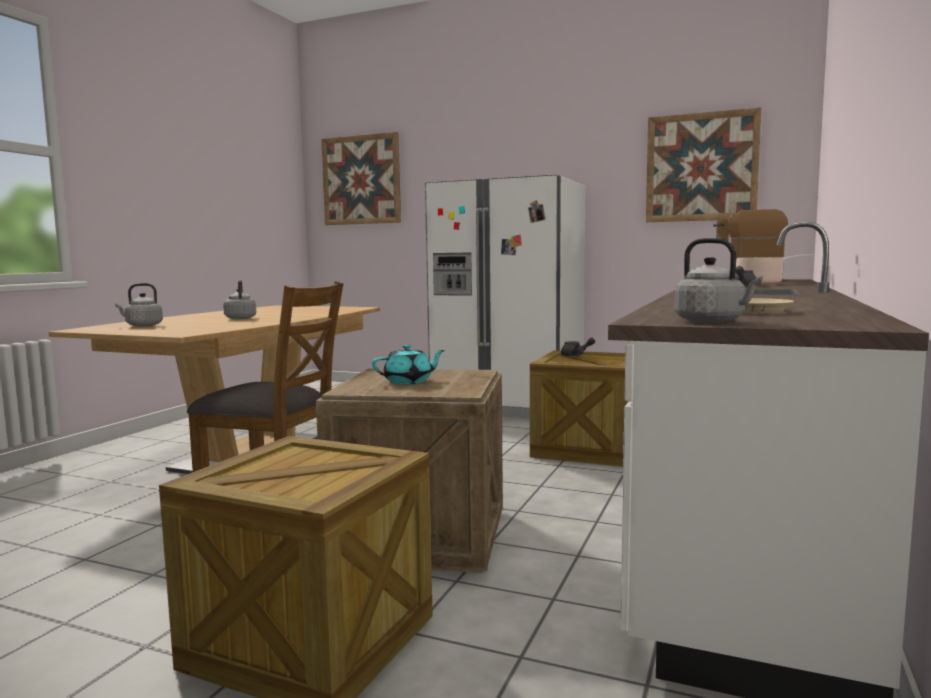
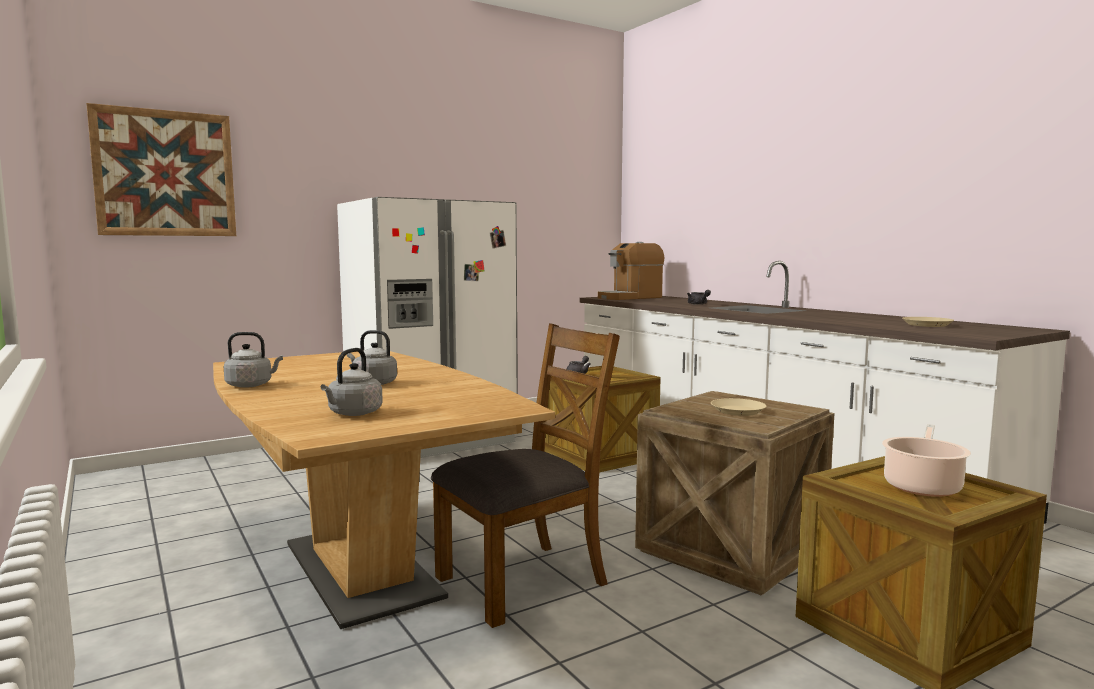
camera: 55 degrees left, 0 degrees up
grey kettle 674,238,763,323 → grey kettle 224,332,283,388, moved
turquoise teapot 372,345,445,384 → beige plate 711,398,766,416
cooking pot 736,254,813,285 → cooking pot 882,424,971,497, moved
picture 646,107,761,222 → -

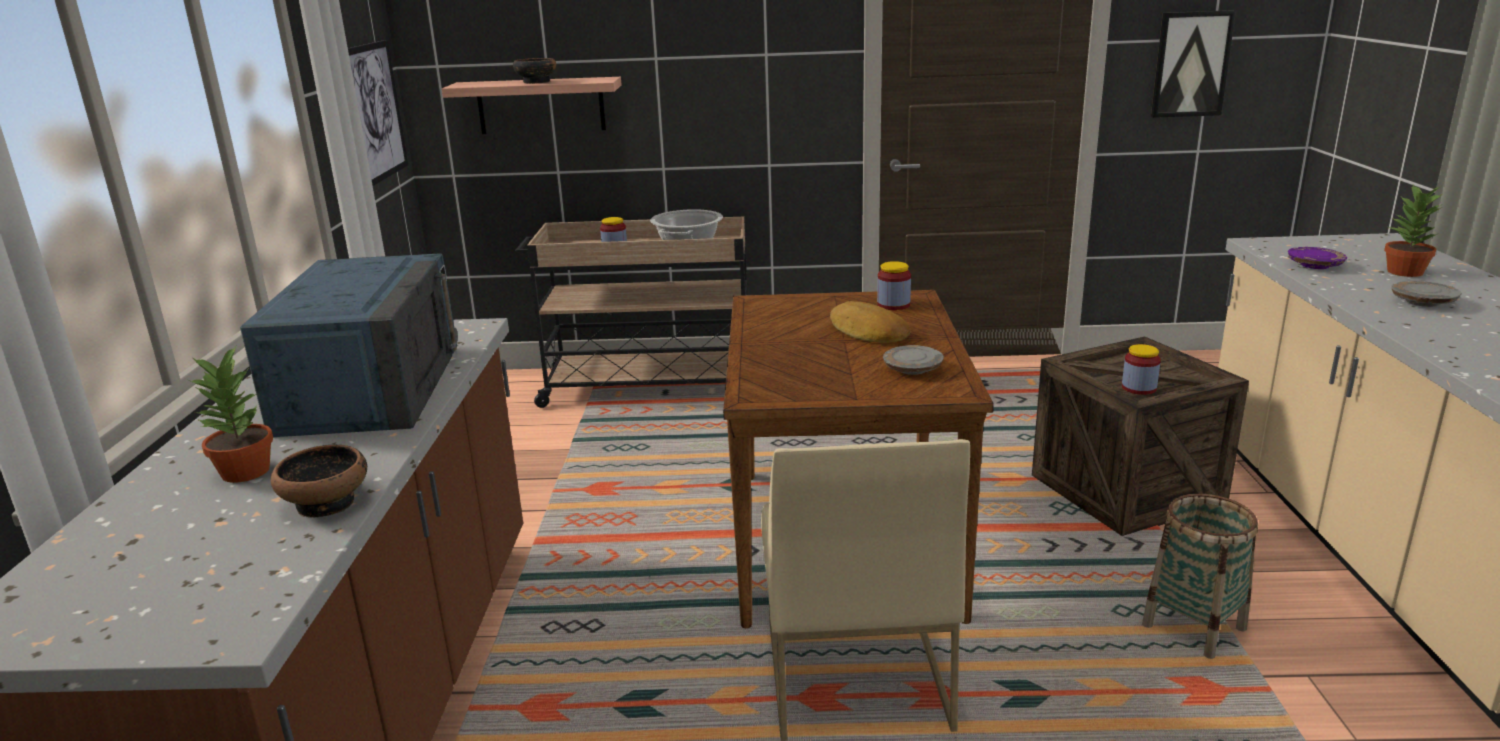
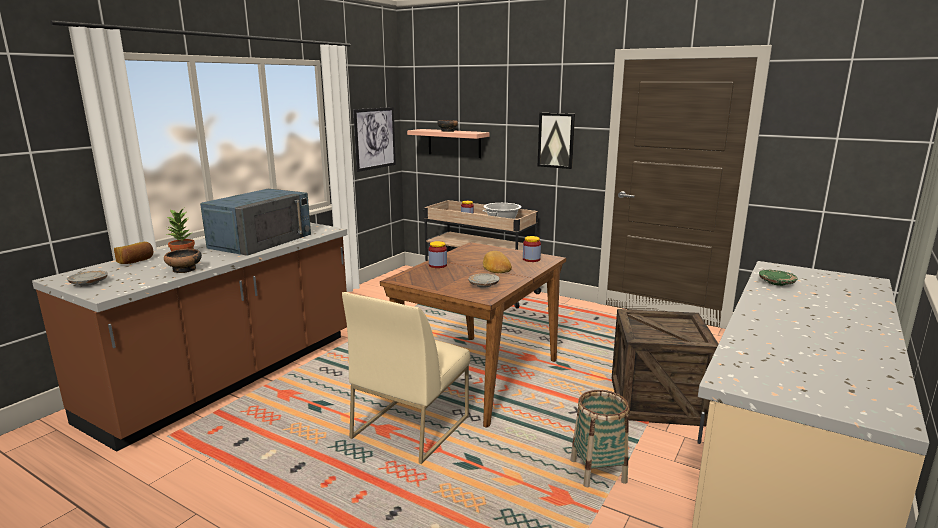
camera: 30 degrees right, 5 degrees down
grey plate 1391,281,1462,307 → grey plate 67,271,108,286, moved
- → bread 114,242,153,264
jar 1122,344,1161,395 → jar 428,241,447,268, moved
picture 1151,10,1236,118 → picture 538,113,575,169, moved
purple plate 1288,247,1347,269 → green plate 759,270,797,286
potted plant 1384,185,1442,277 → -

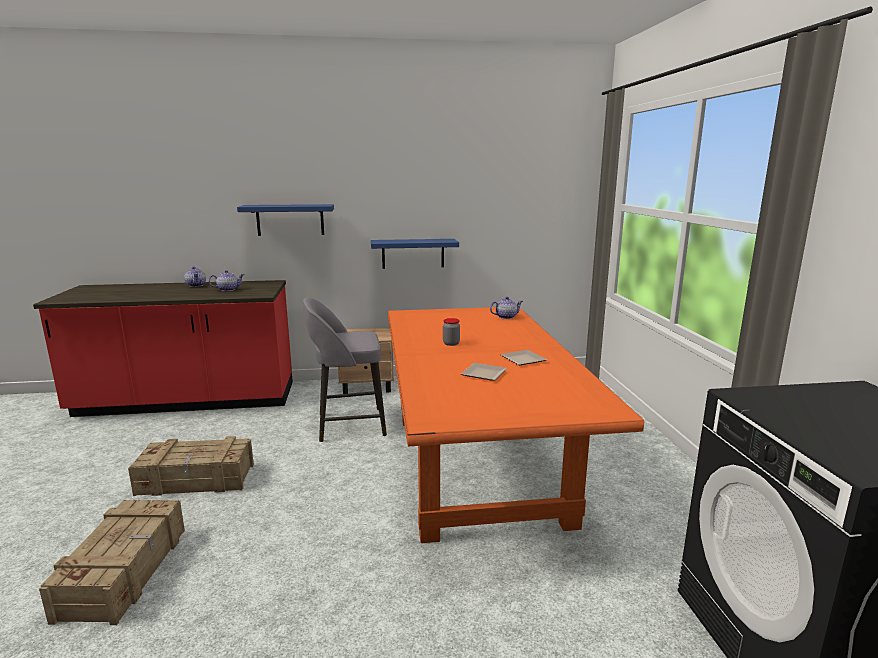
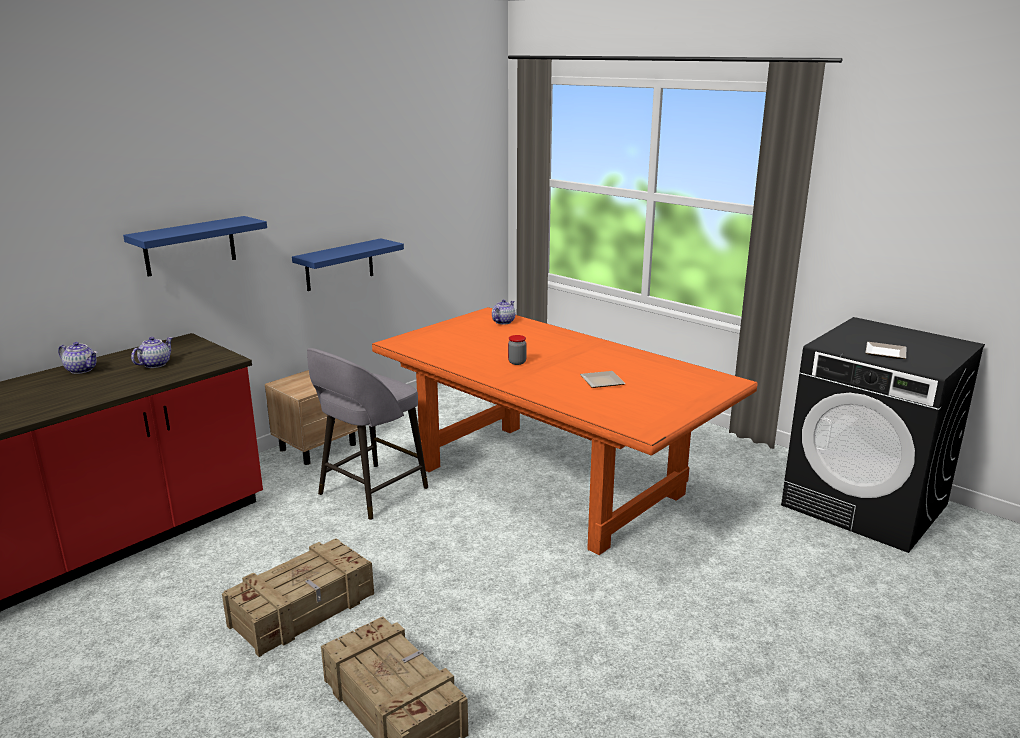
camera: 40 degrees left, 5 degrees up
plate 500,350,547,365 → plate 866,342,906,359, moved

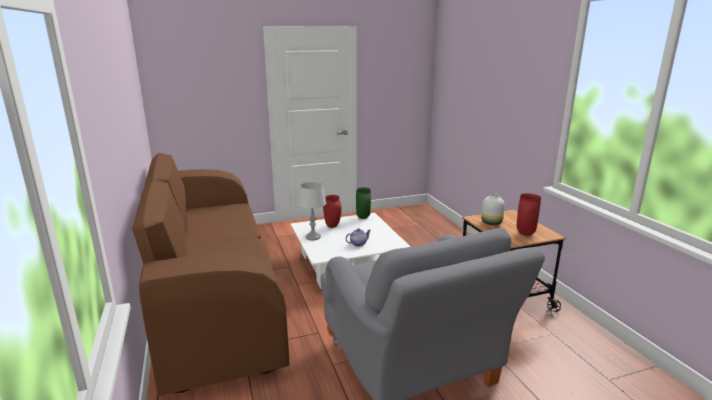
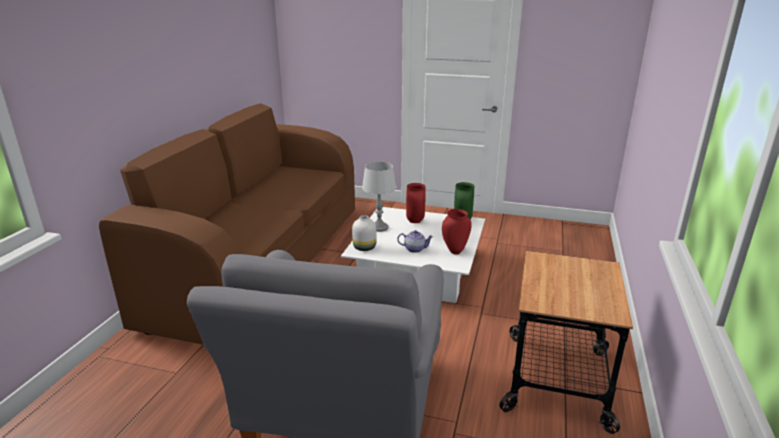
camera: 35 degrees right, 5 degrees up
white vase 481,193,505,225 → white vase 352,215,376,251, moved
red vase 516,193,541,236 → red vase 442,209,471,255, moved

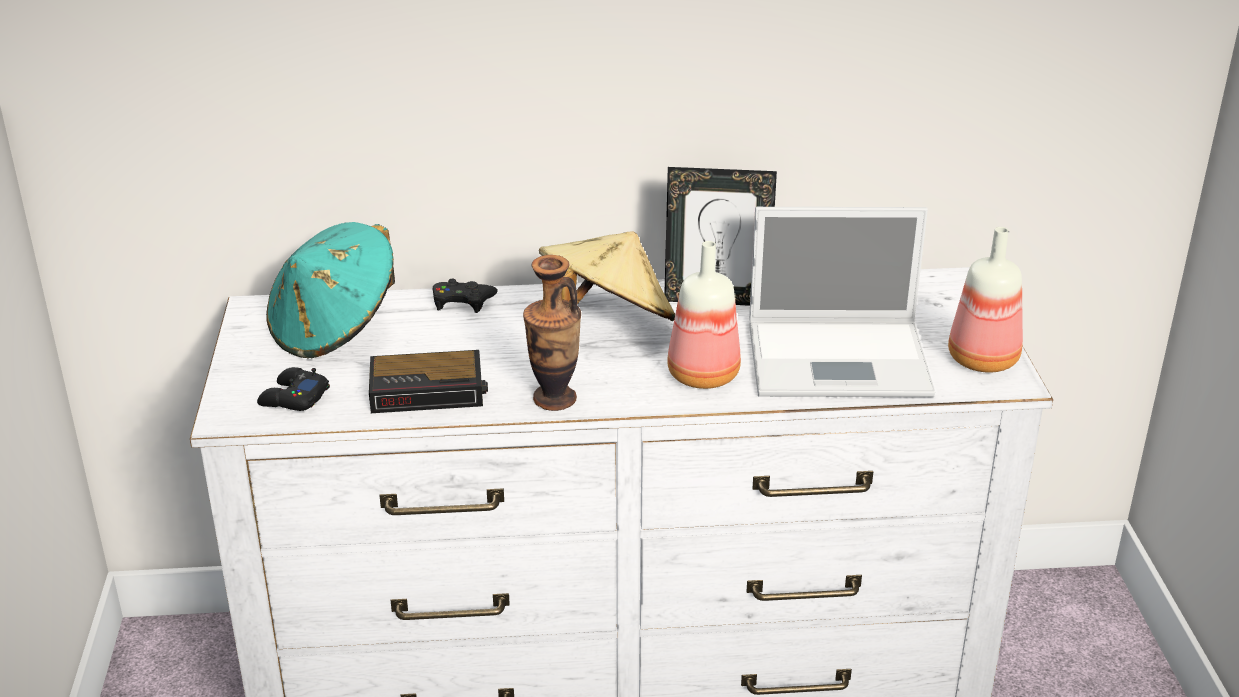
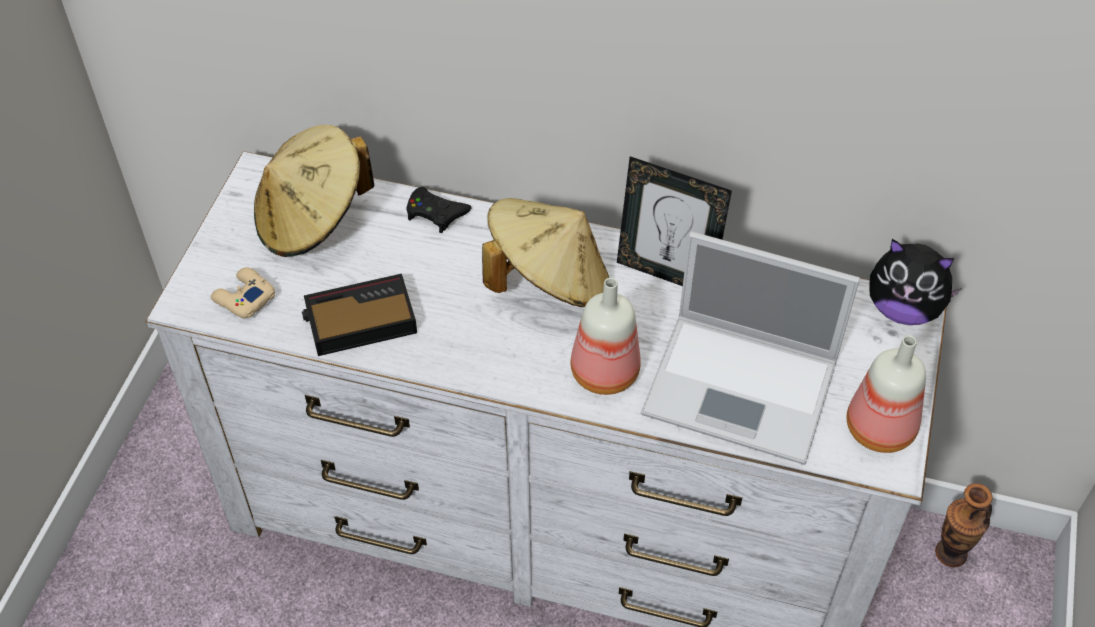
camera: 20 degrees right, 20 degrees up
black game controller 257,367,330,411 → beige game controller 211,267,275,318
turquoise hat 266,222,395,359 → beige hat 254,125,374,257
alarm clock 369,350,488,413 → alarm clock 302,274,417,356, 150 degrees clockwise
- → plush toy 869,239,962,325
vase 523,255,581,411 → vase 935,483,993,567, moved

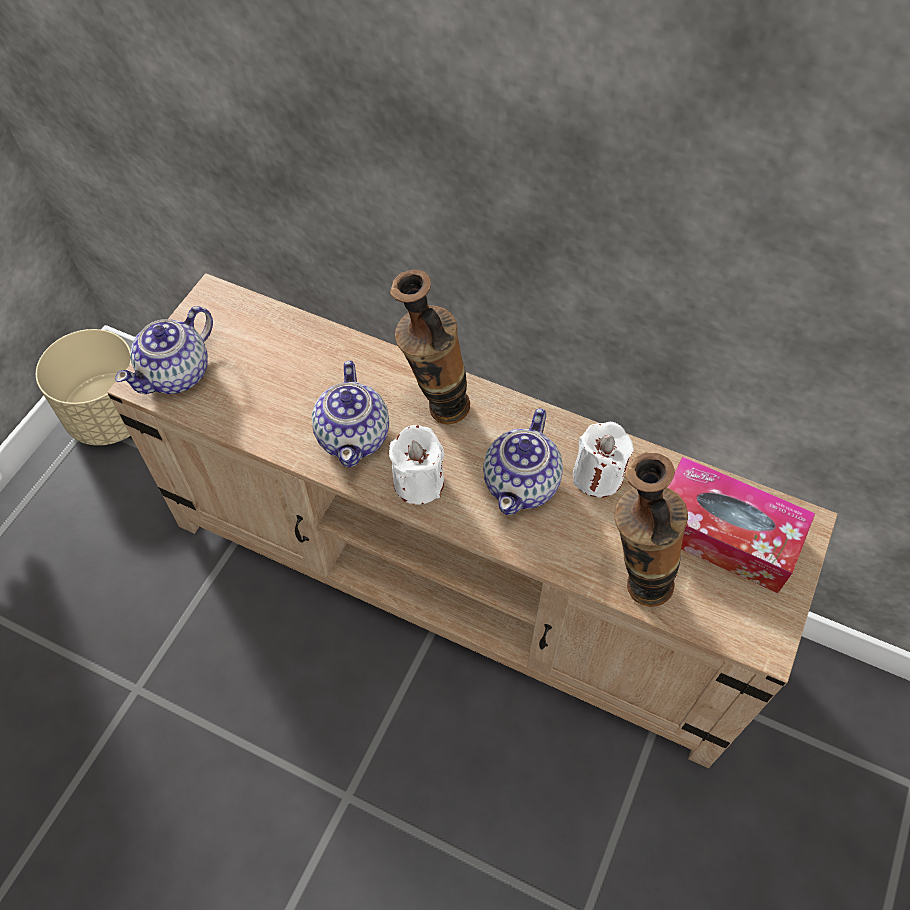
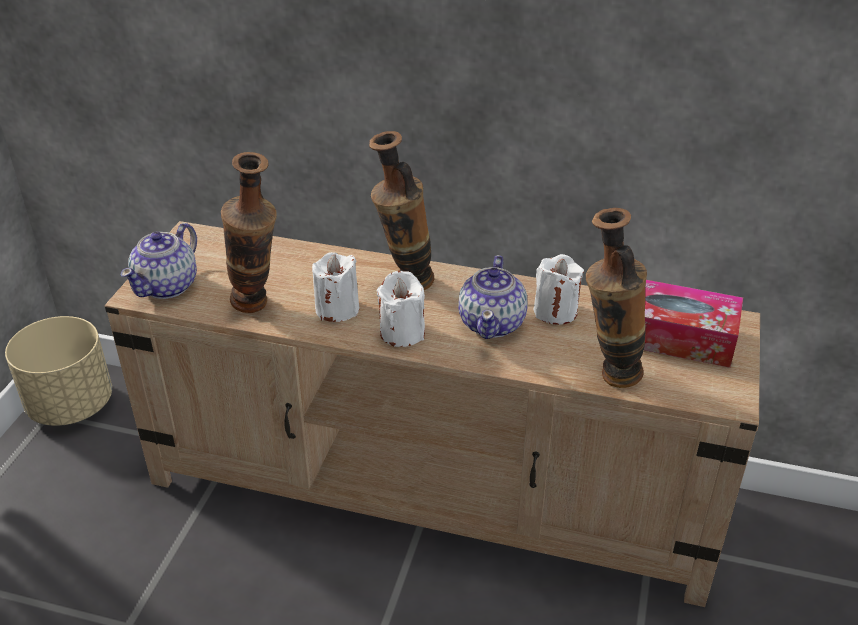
camera: 10 degrees left, 20 degrees down
- → vase 221,152,277,313
teapot 312,360,389,468 → white candle 312,252,359,322

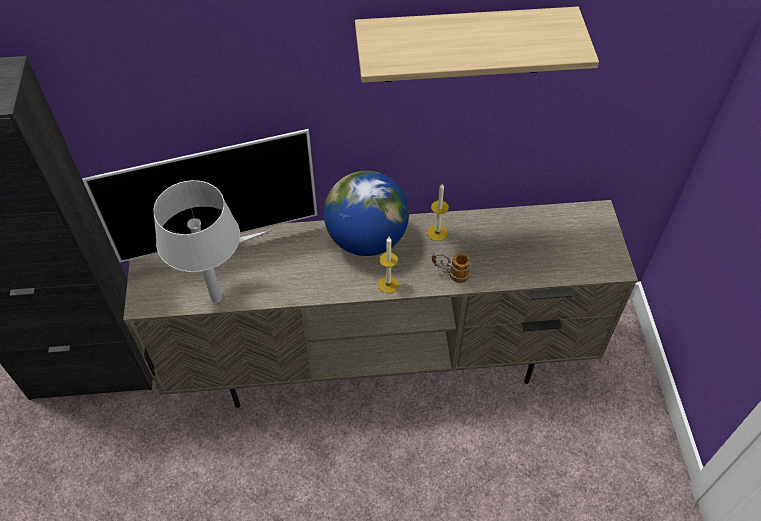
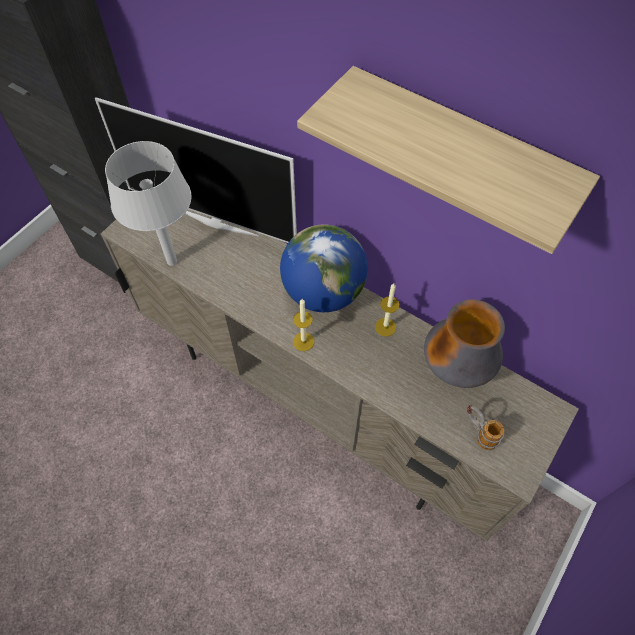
camera: 40 degrees right, 5 degrees up
- → vase 424,299,505,388
mug 432,253,471,283 → mug 467,405,504,450, moved

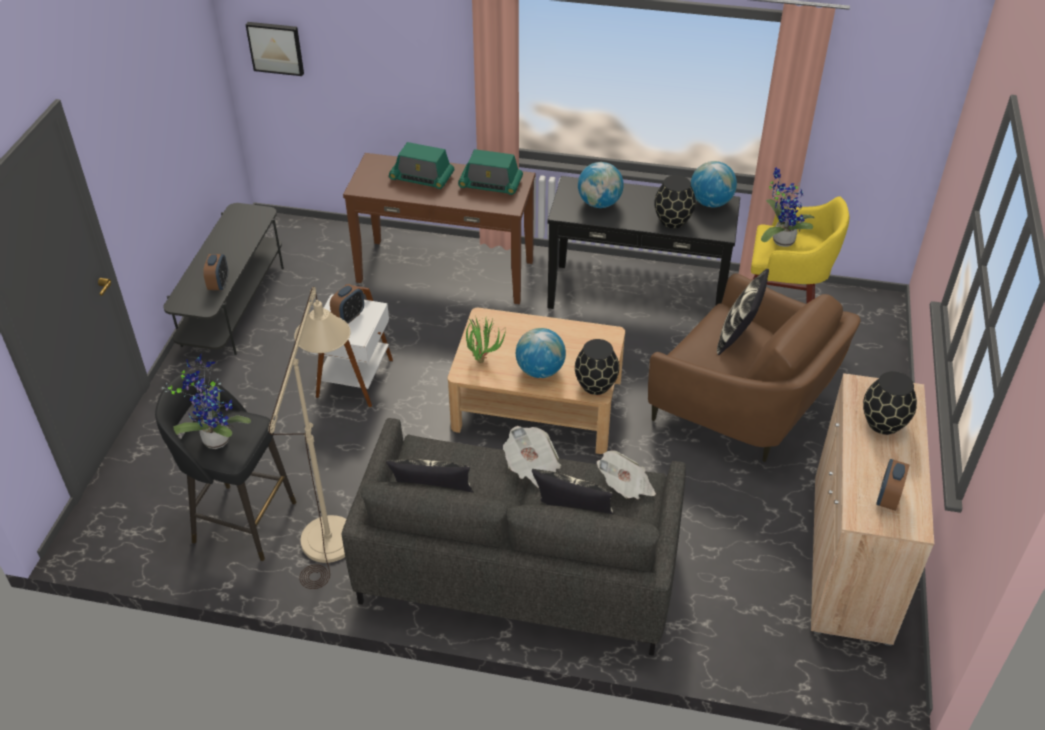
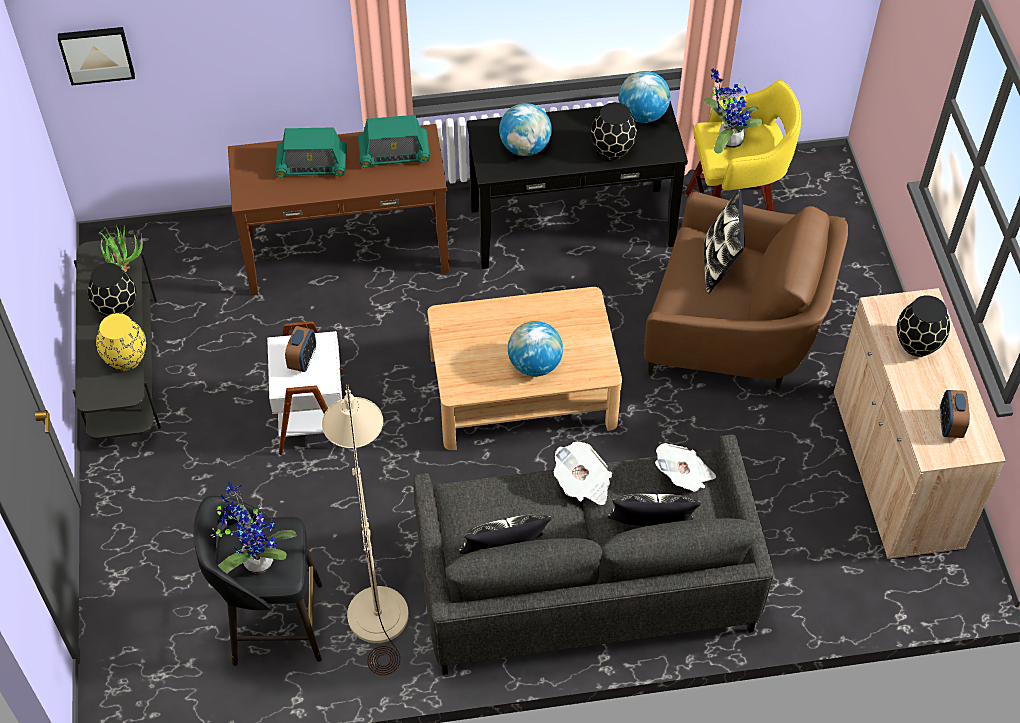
camera: 20 degrees left, 10 degrees up
black vase 575,339,619,395 → black vase 88,263,136,317, moved
alarm clock 203,254,228,290 → yellow vase 96,313,146,371
potted plant 466,315,506,363 → potted plant 98,224,143,272, moved

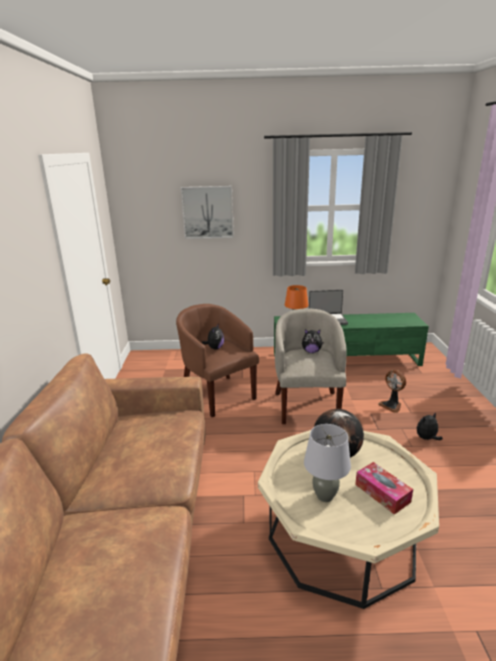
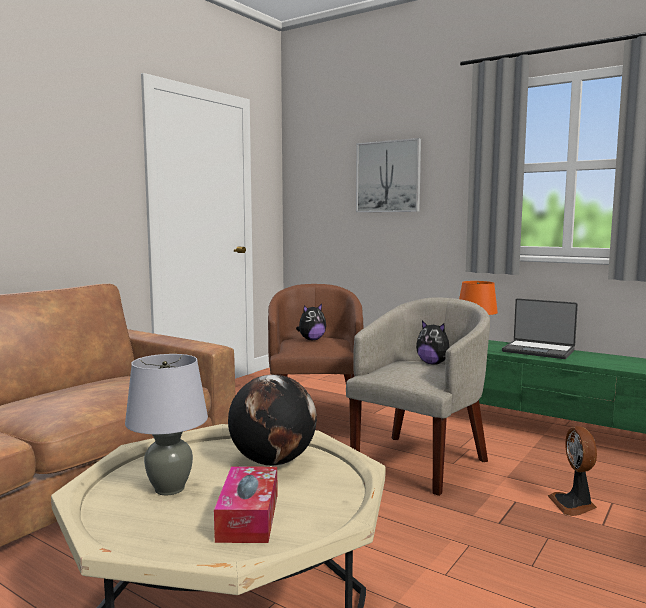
camera: 35 degrees right, 15 degrees down
plush toy 417,412,443,440 → -

